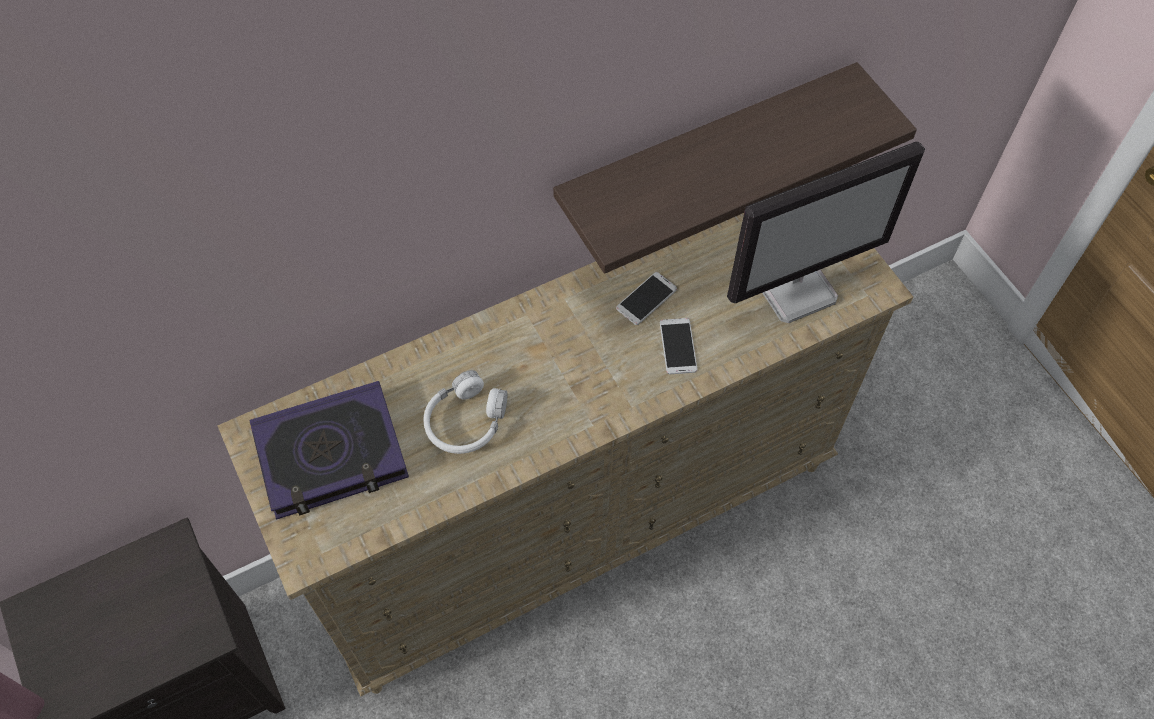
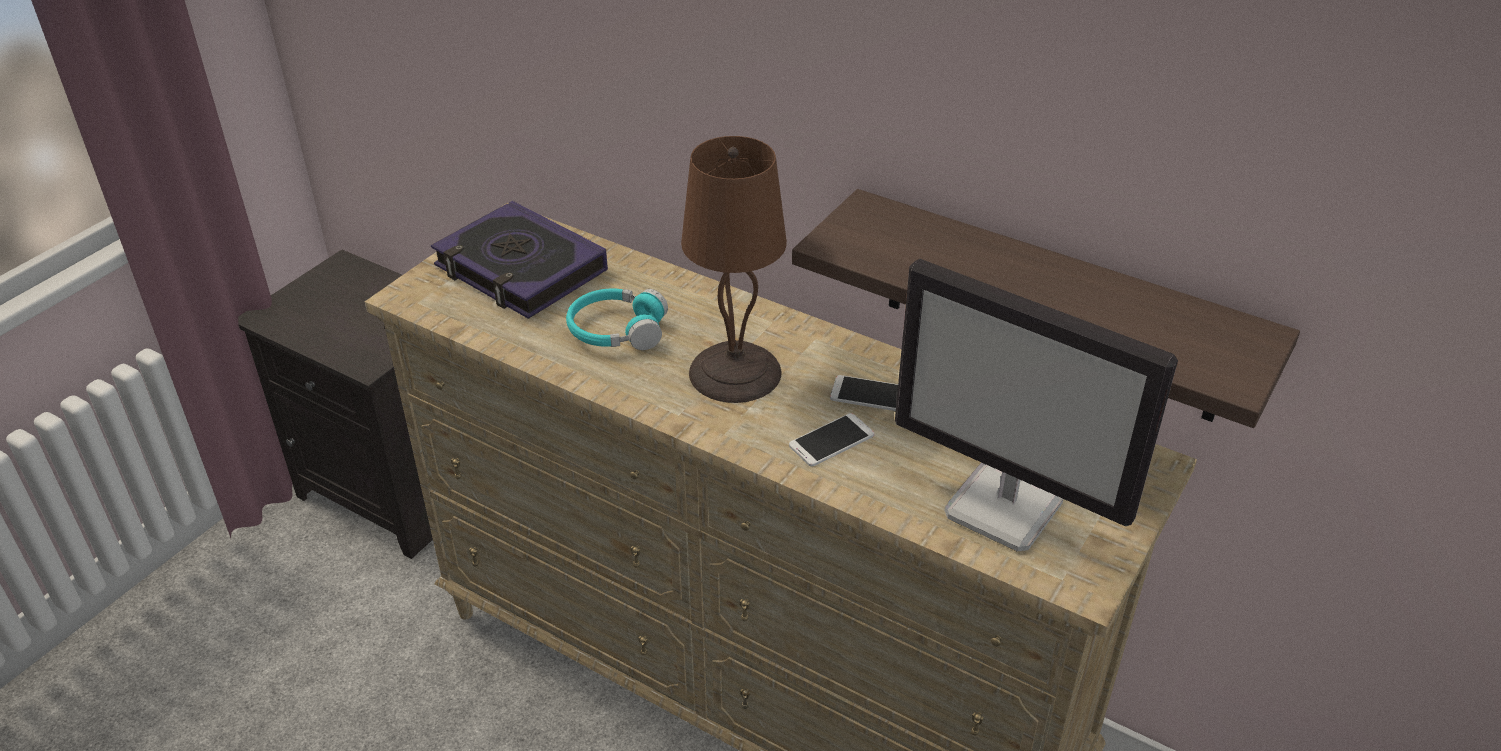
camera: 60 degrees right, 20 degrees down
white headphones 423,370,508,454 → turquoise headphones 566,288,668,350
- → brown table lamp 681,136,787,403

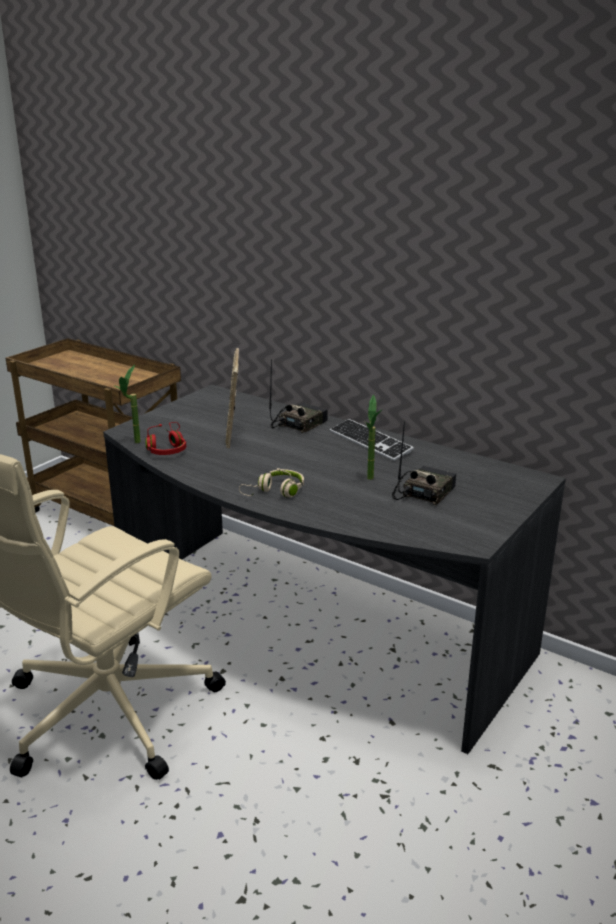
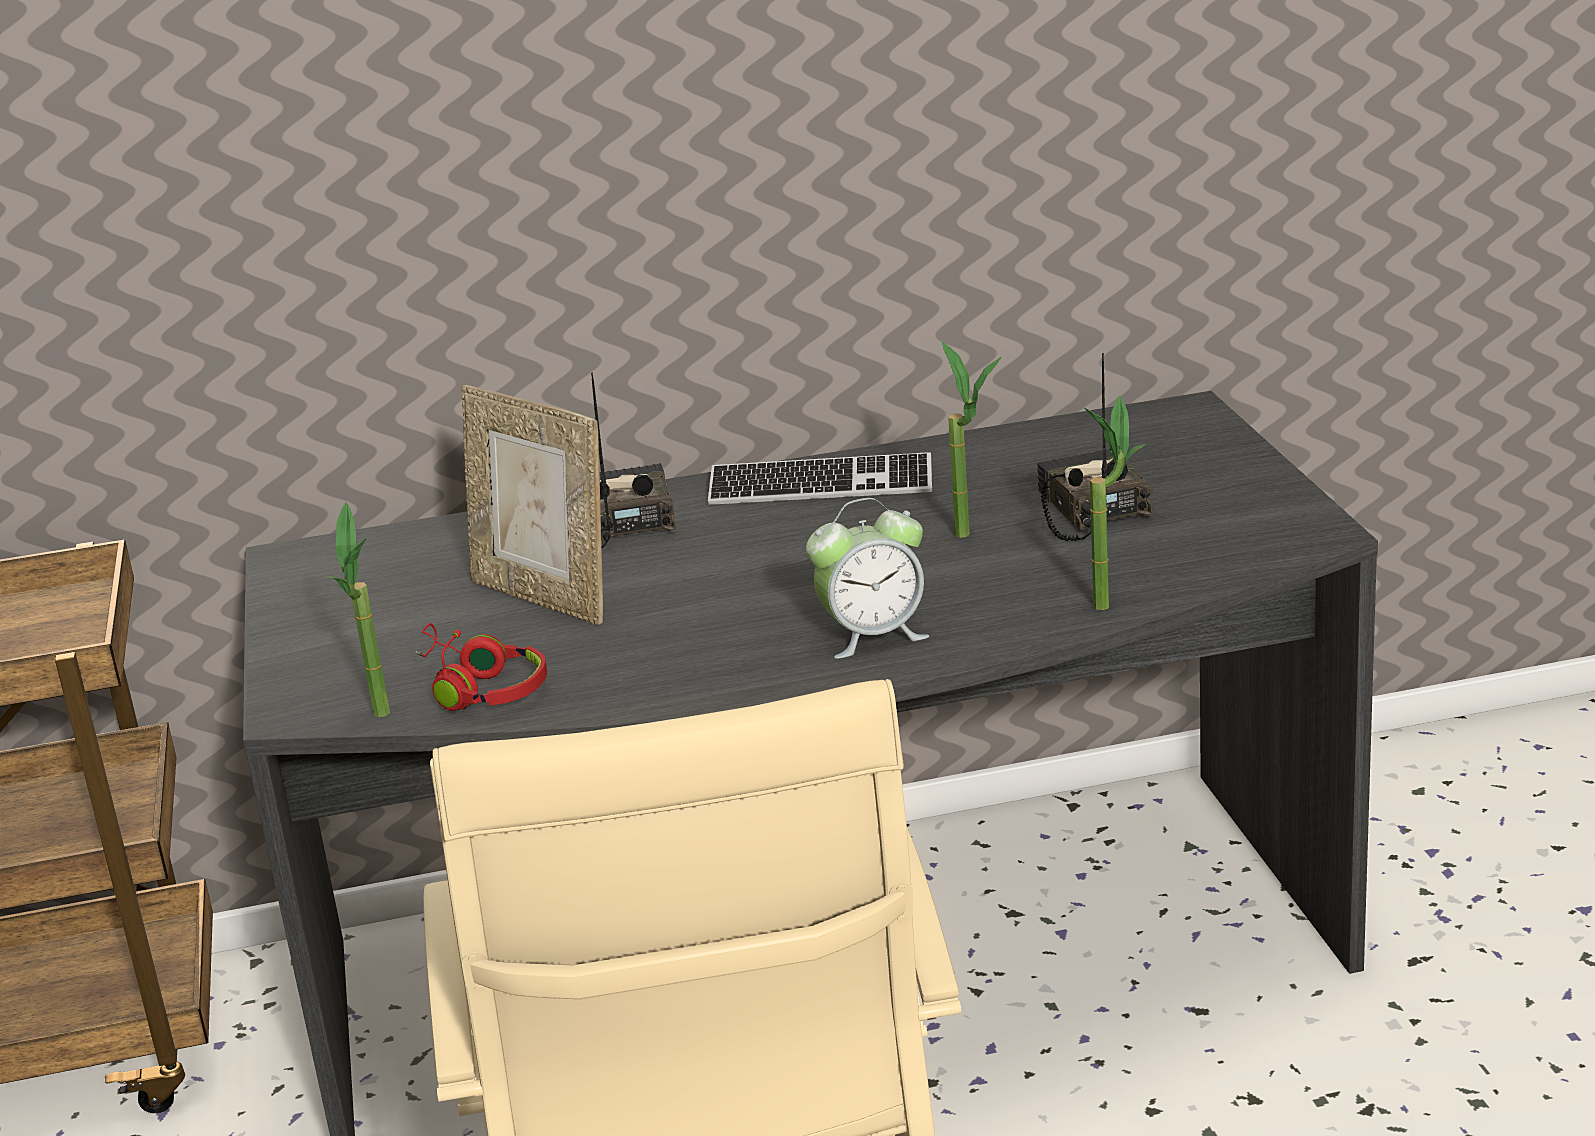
camera: 45 degrees left, 0 degrees up
beige headphones 239,468,304,498 → alarm clock 806,498,929,659
- → potted plant 1084,395,1145,610

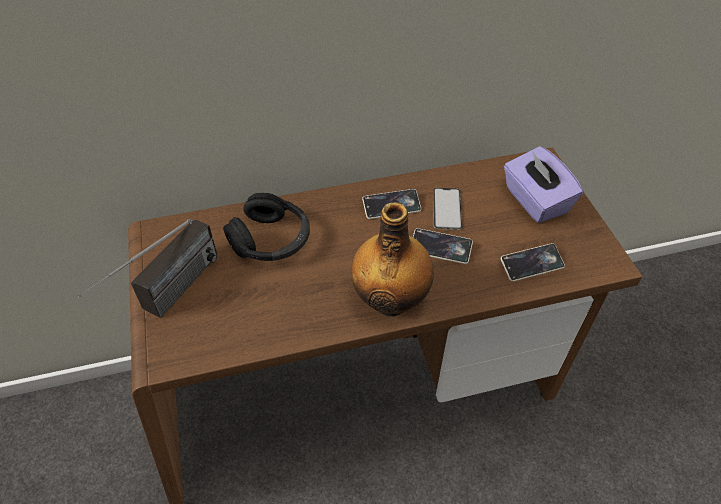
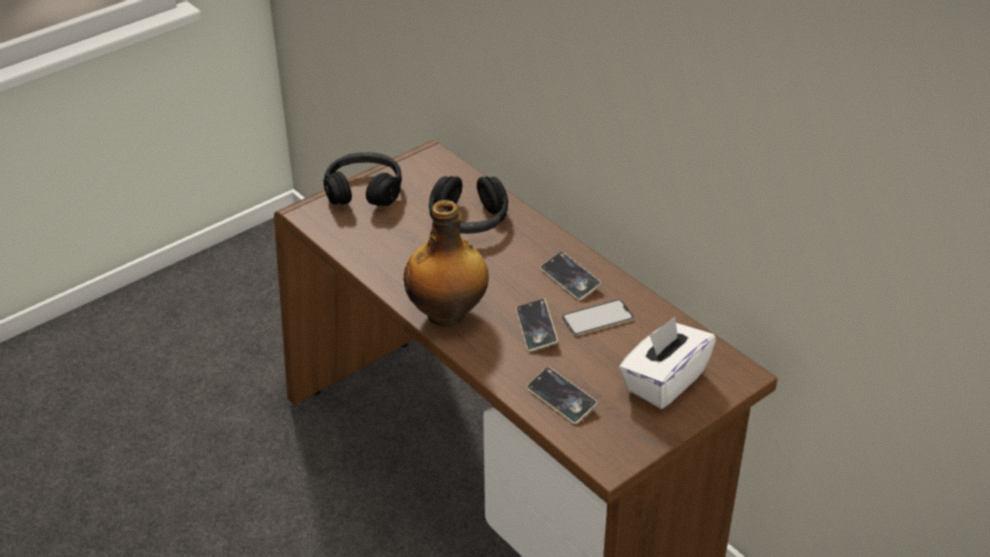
camera: 65 degrees right, 10 degrees down
radio 78,219,217,318 → black headphones 323,152,402,206
purple tissue box 504,146,583,223 → white tissue box 619,316,716,409

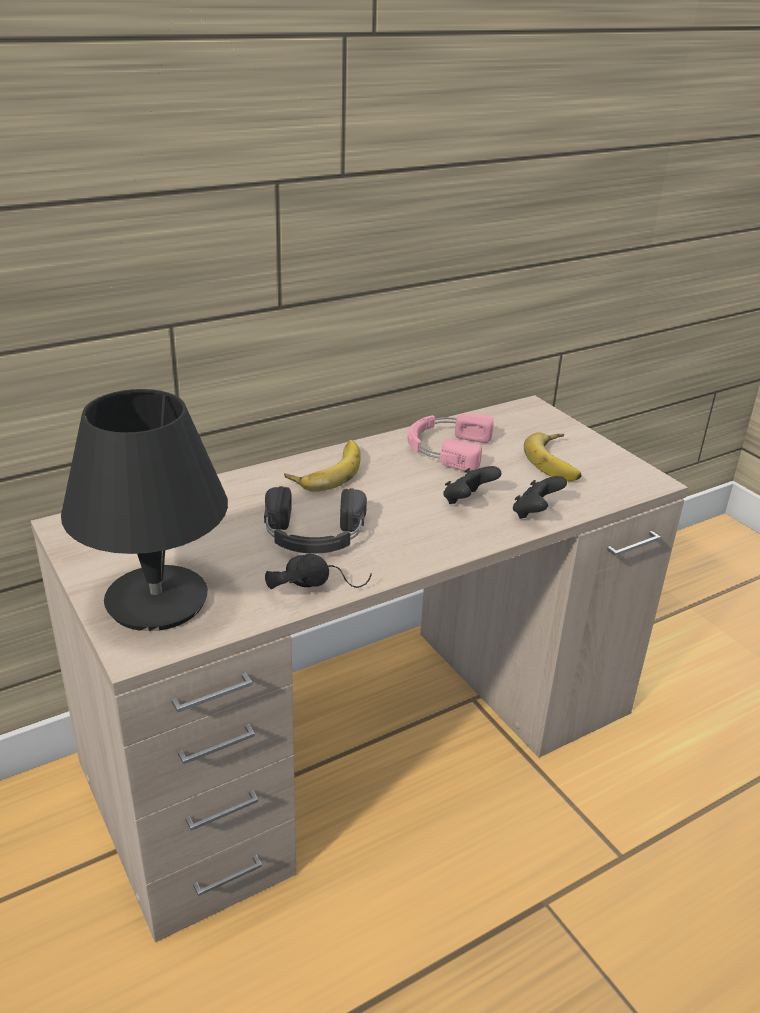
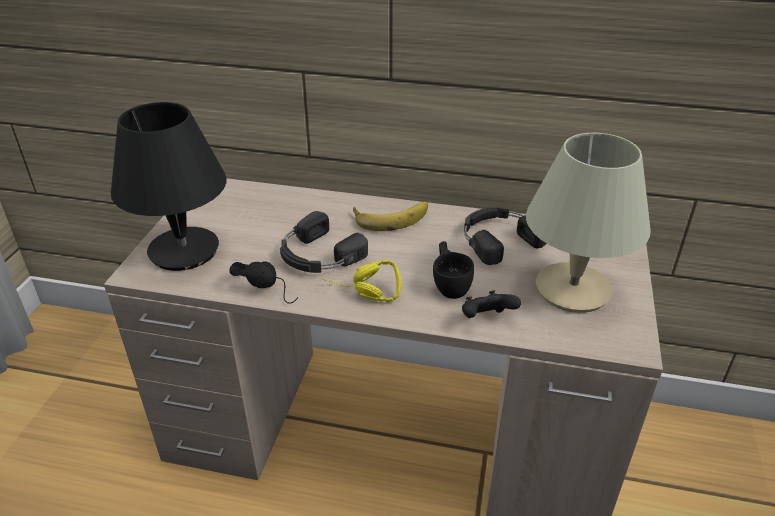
camera: 45 degrees right, 5 degrees up
- → yellow headphones 322,260,402,302
black game controller 443,466,501,504 → black cup 433,241,474,299
pink headphones 408,413,494,471 → black headphones 464,207,547,265
banana 524,433,581,482 → beige table lamp 526,133,651,313

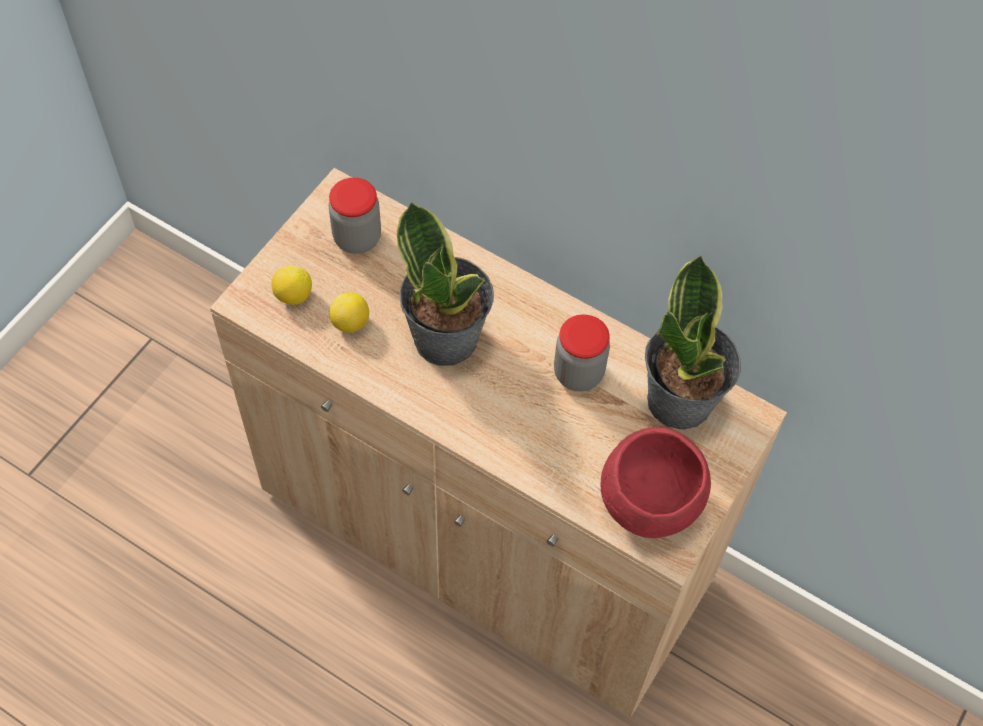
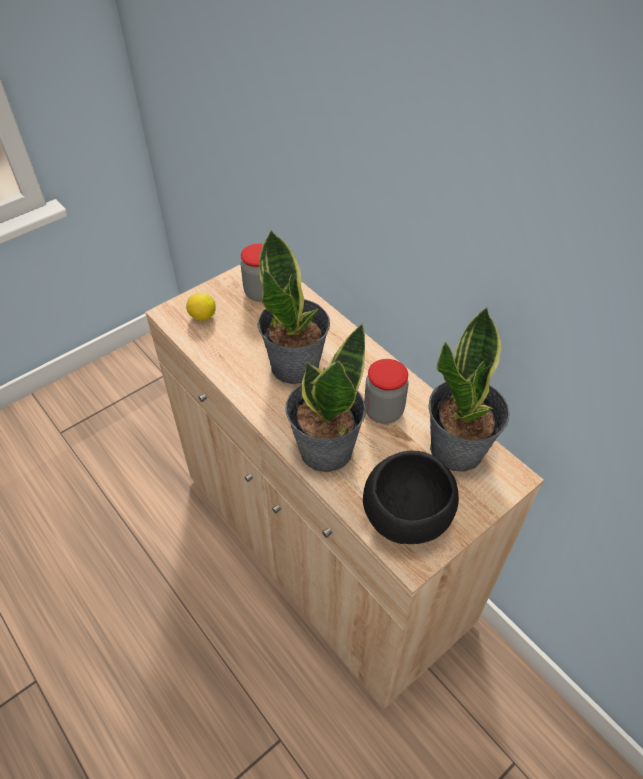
camera: 20 degrees right, 10 degrees down
- → potted plant 286,323,366,472
red bowl 601,427,711,538 → black bowl 363,451,459,544
lemon 329,292,369,333 → -

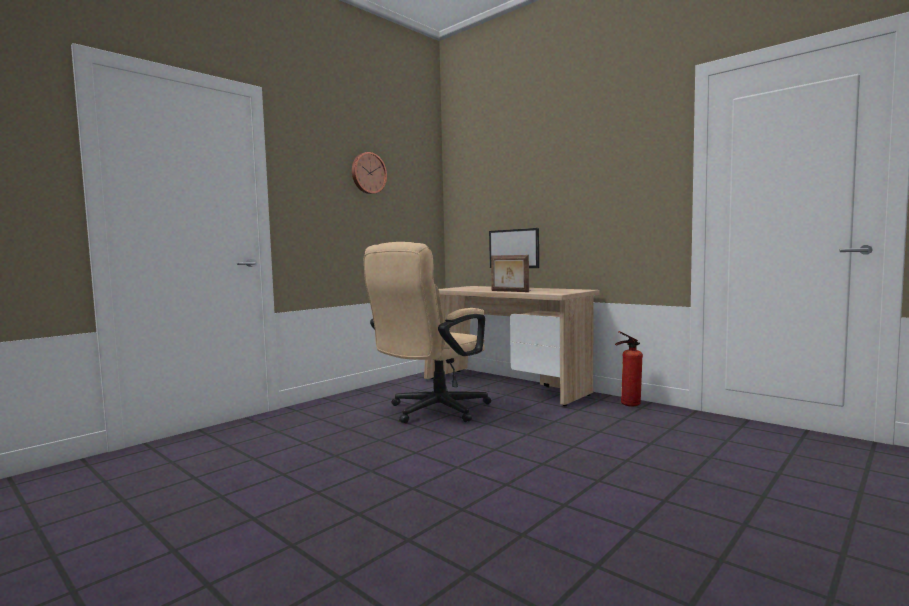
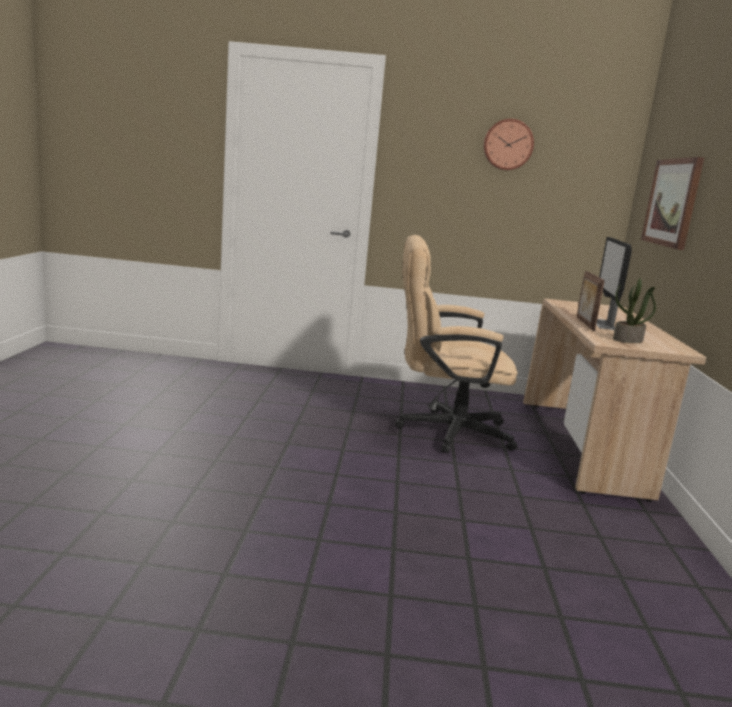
camera: 50 degrees right, 10 degrees up
- → potted plant 613,278,656,343
- → picture 641,157,704,250
fire extinguisher 615,331,643,406 → -

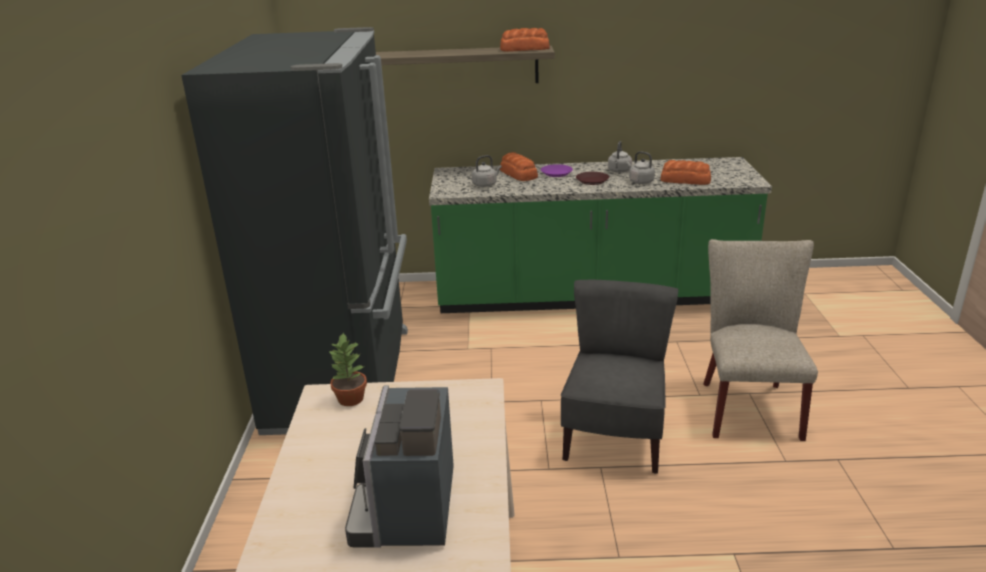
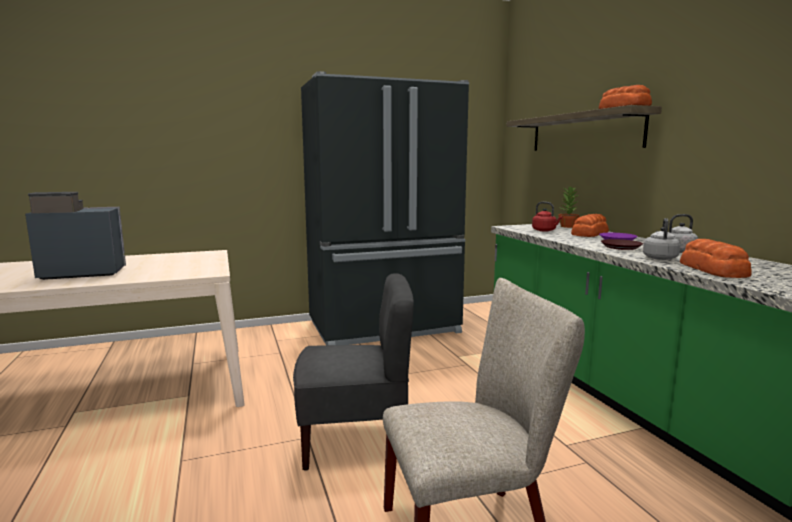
camera: 70 degrees right, 15 degrees down
grey kettle 472,155,502,187 → red kettle 532,202,563,231
potted plant 328,333,367,406 → potted plant 558,187,579,228, moved

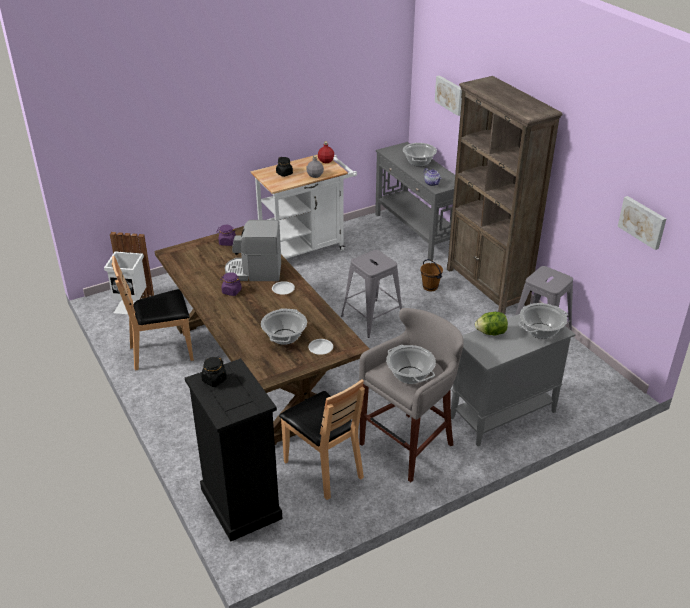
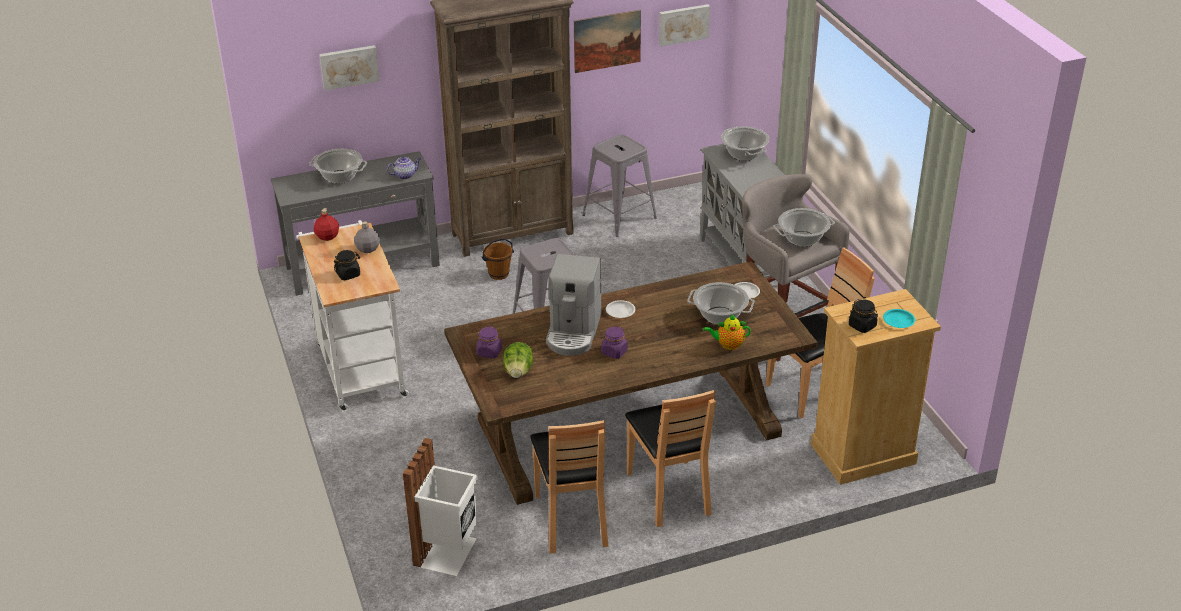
camera: 80 degrees left, 0 degrees up
lettuce 475,312,508,336 → lettuce 503,342,533,378, moved
- → picture 574,10,641,73
- → brown chair 625,390,716,527
- → teapot 703,314,751,350
black dresser 185,358,282,542 → beige dresser 811,289,941,485
- → turquoise plate 883,309,915,328

